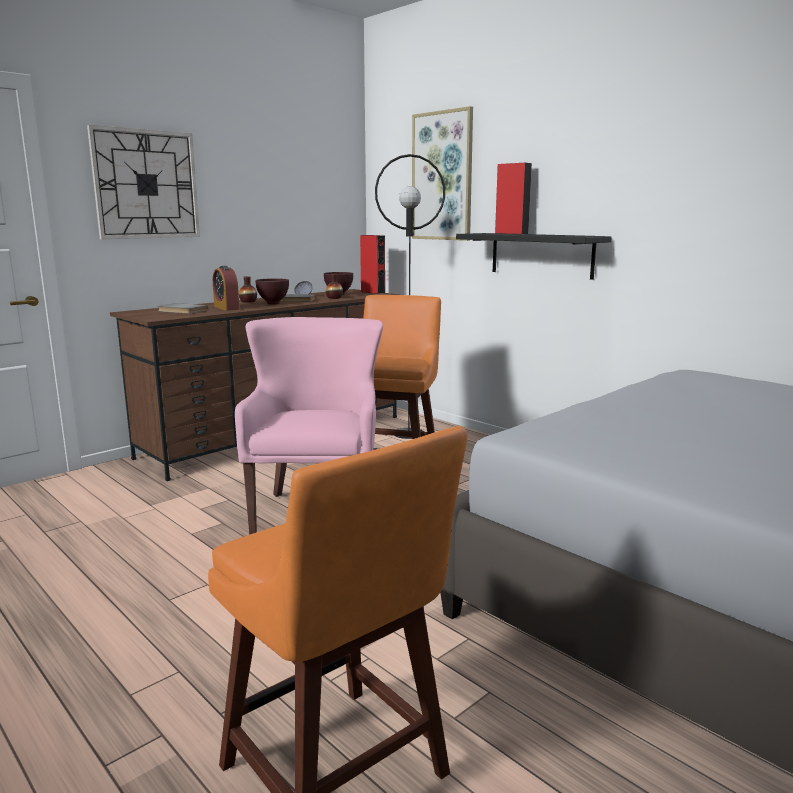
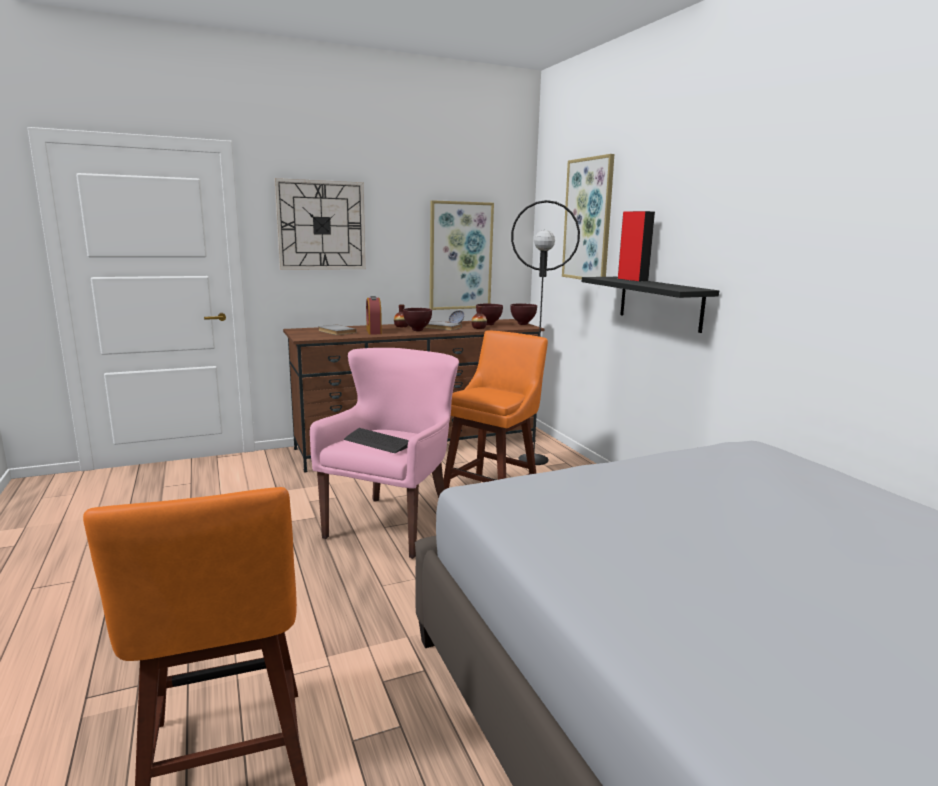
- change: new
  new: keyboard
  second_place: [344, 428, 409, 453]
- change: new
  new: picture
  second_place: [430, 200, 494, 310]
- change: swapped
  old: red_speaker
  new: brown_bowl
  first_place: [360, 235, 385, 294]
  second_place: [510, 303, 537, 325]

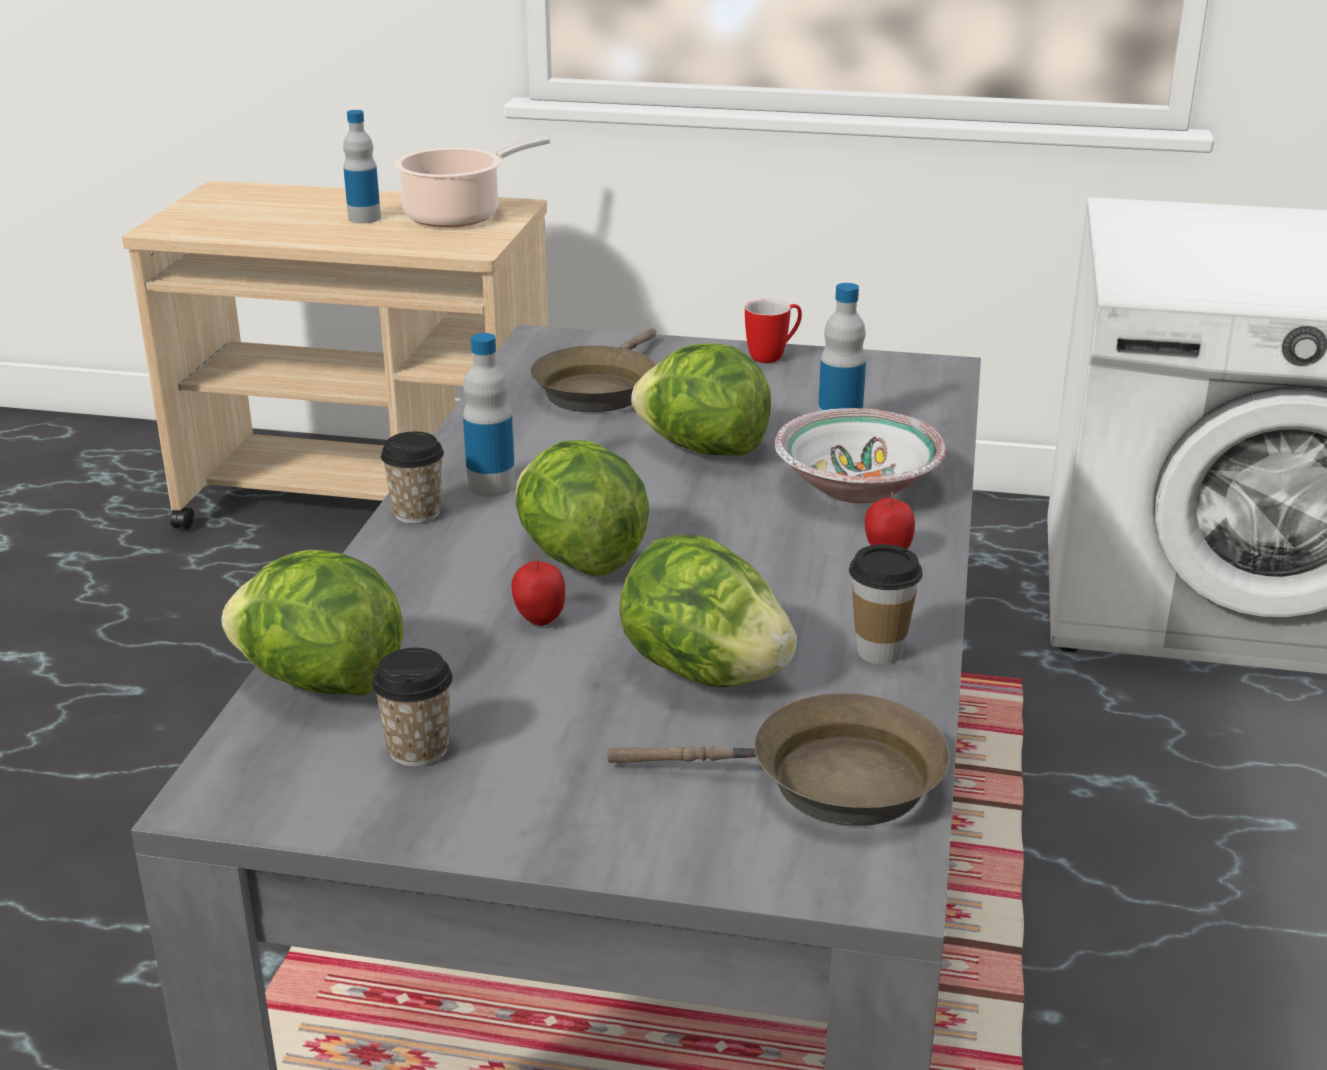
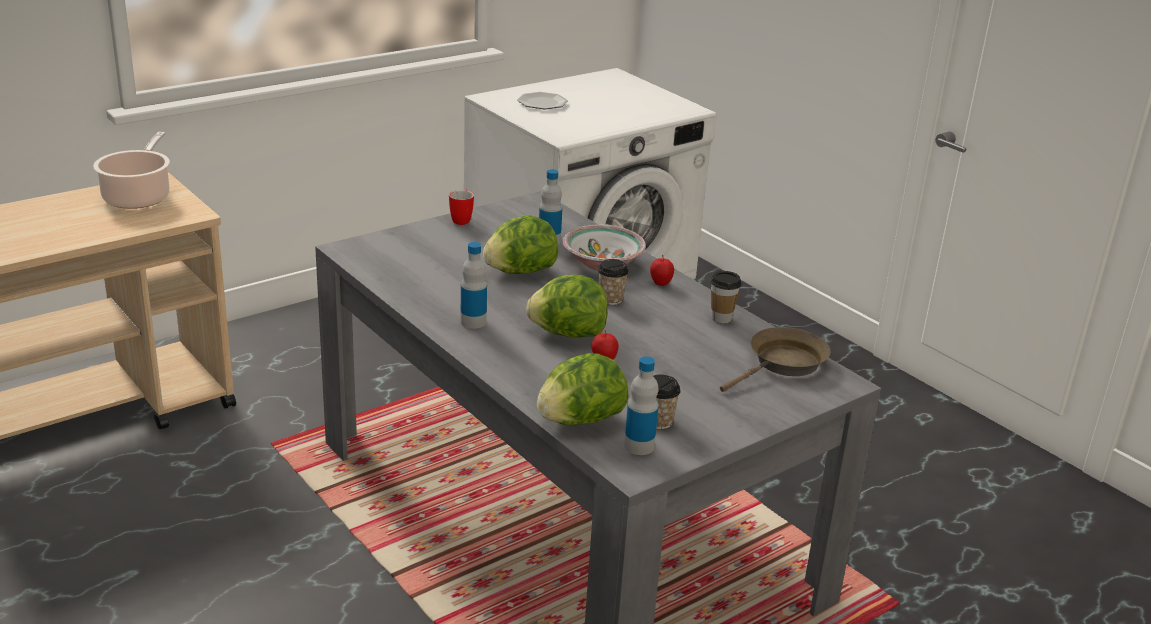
- change: gone
  old: brown_frying_pan
  first_place: [530, 328, 657, 412]
- change: gone
  old: lettuce
  first_place: [619, 535, 797, 687]
- change: new
  new: plate
  second_place: [517, 92, 568, 109]
- change: shifted
  old: bottle
  first_place: [343, 110, 381, 223]
  second_place: [624, 356, 659, 455]
- change: shifted
  old: cup
  first_place: [381, 432, 444, 524]
  second_place: [598, 259, 629, 305]

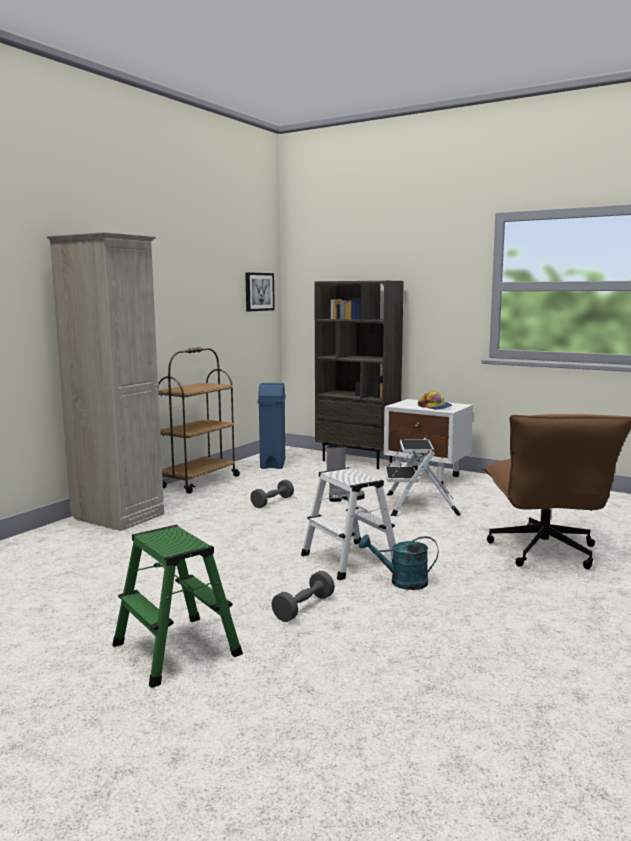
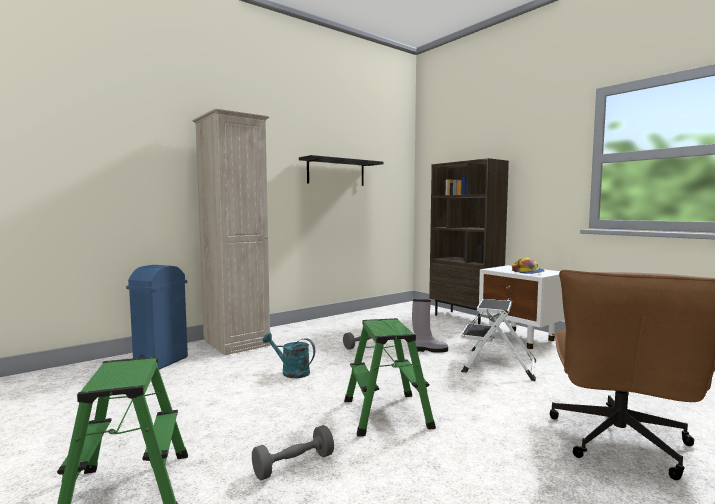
- change: gone
  old: brown_cart
  first_place: [158, 347, 240, 494]
- change: gone
  old: picture
  first_place: [245, 272, 275, 311]
- change: new
  new: black_shelf
  second_place: [299, 155, 384, 186]
- change: shifted
  old: blue_trash_can
  first_place: [257, 383, 286, 469]
  second_place: [126, 265, 188, 370]
- change: shifted
  old: turquoise_watering_can
  first_place: [359, 534, 438, 590]
  second_place: [263, 333, 315, 378]
- change: repainted
  old: white_step_ladder
  new: green_step_ladder
  first_place: [301, 467, 396, 580]
  second_place: [344, 318, 436, 437]

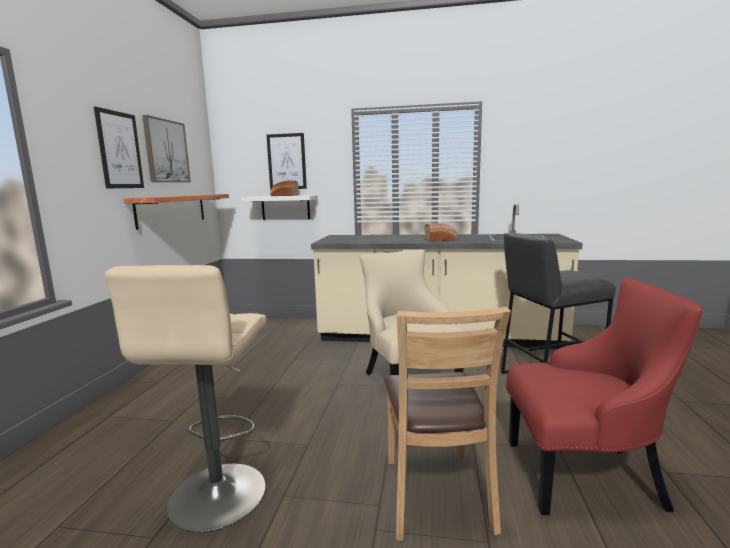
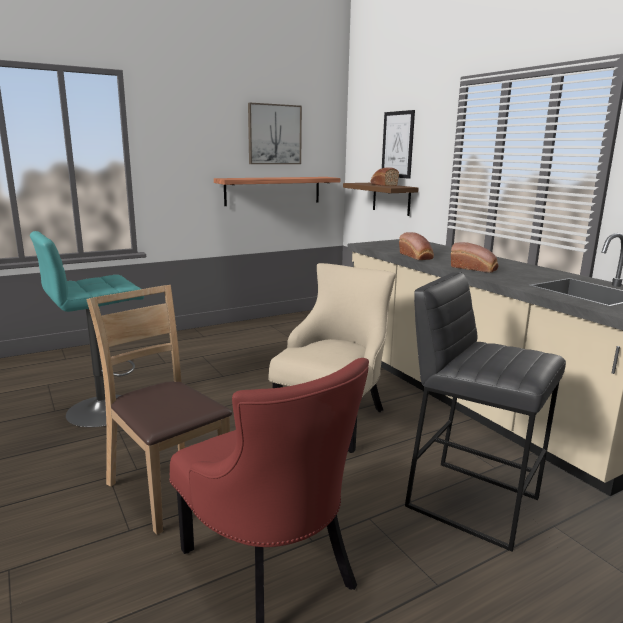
- change: gone
  old: picture
  first_place: [94, 107, 144, 188]
- change: new
  new: bread
  second_place: [399, 232, 434, 260]
- change: repainted
  old: beige_stool
  new: turquoise_stool
  first_place: [104, 265, 267, 532]
  second_place: [30, 231, 144, 427]
- change: repainted
  old: white_shelf
  new: brown_shelf
  first_place: [241, 195, 318, 220]
  second_place: [343, 183, 419, 216]
- change: rotated
  old: brown_chair
  first_place: [384, 307, 511, 541]
  second_place: [86, 285, 232, 535]
  degrees: 90

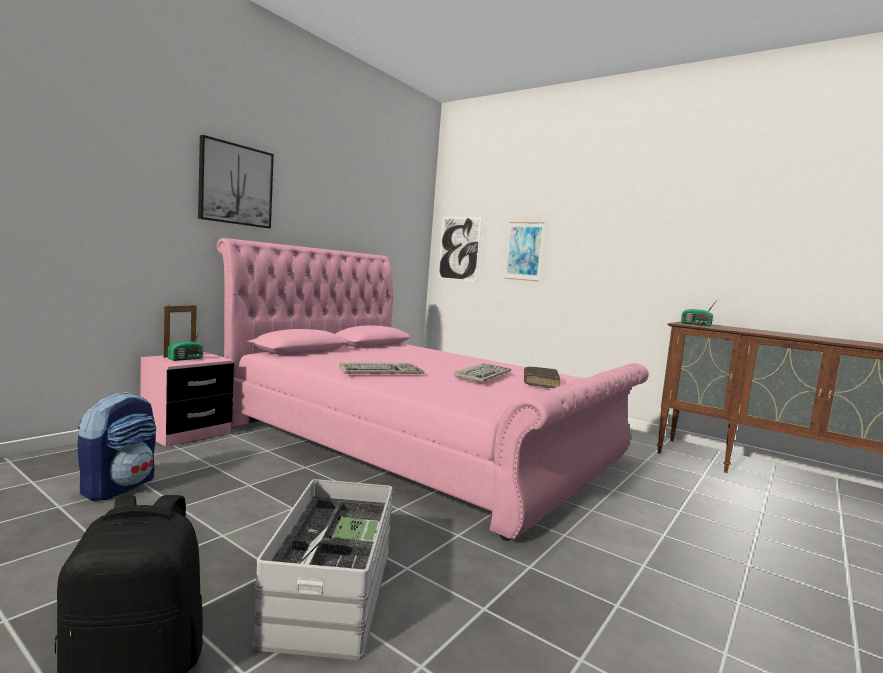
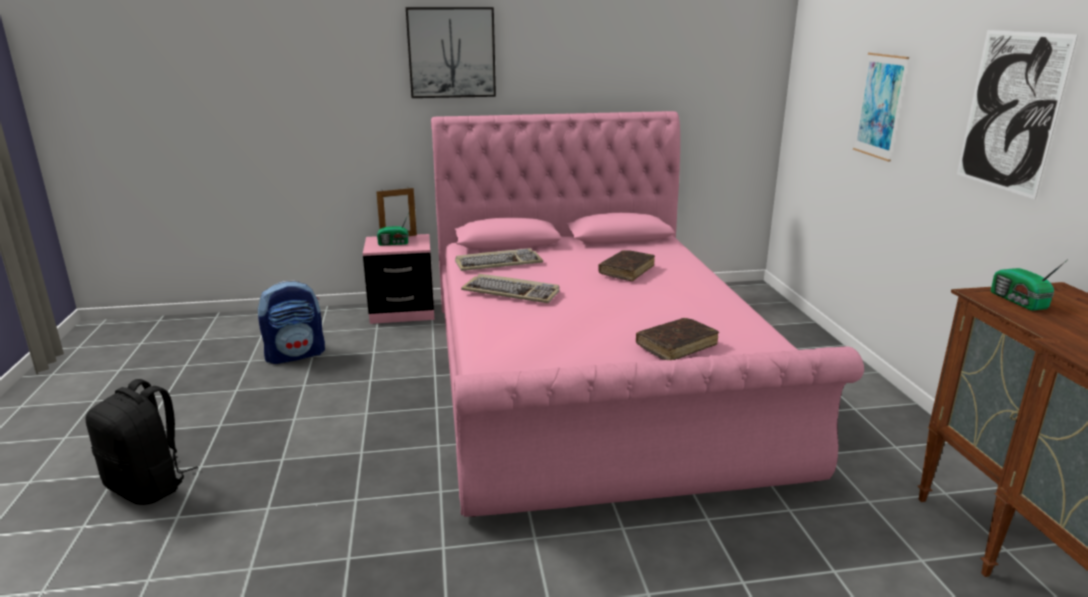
- change: gone
  old: grey_storage_box
  first_place: [252, 479, 394, 660]
- change: new
  new: brown_book
  second_place: [598, 250, 655, 281]
- change: shifted
  old: picture
  first_place: [438, 217, 482, 282]
  second_place: [957, 30, 1078, 200]
- change: shifted
  old: keyboard
  first_place: [454, 363, 511, 382]
  second_place: [455, 248, 543, 271]

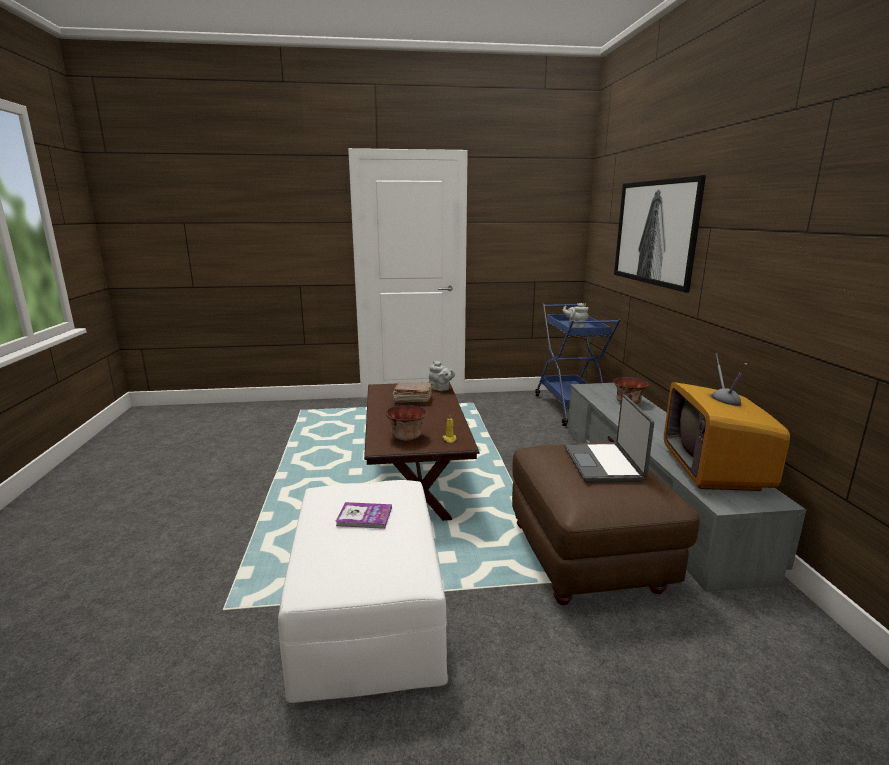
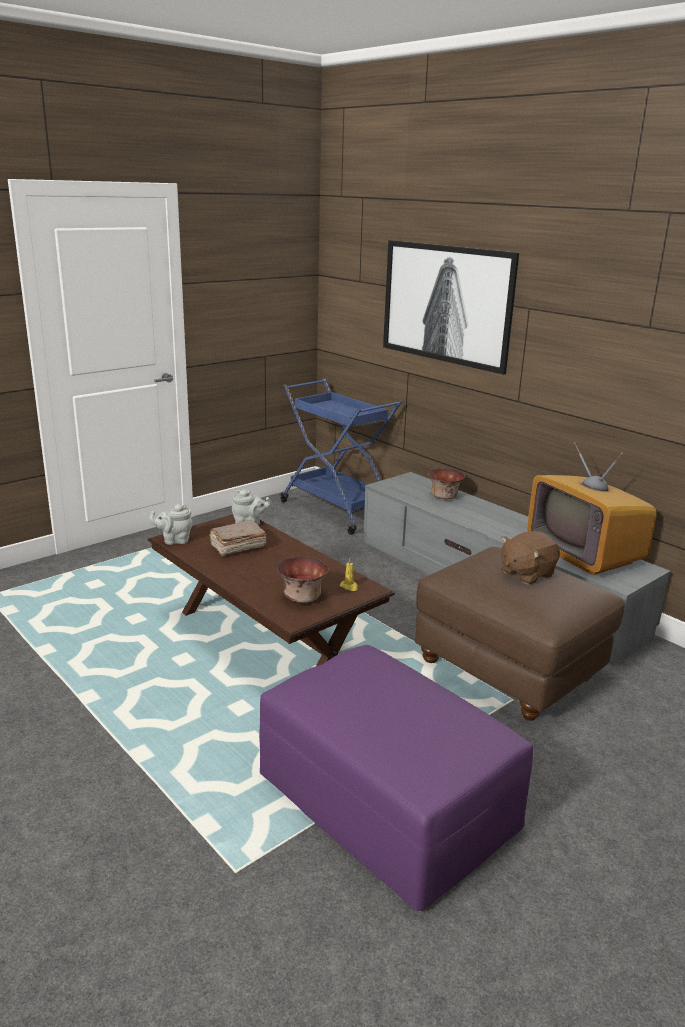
- change: gone
  old: book
  first_place: [335, 502, 392, 529]
- change: shifted
  old: grey_teapot
  first_place: [563, 303, 589, 328]
  second_place: [149, 504, 193, 545]
- change: swapped
  old: laptop
  new: brown_plush_toy
  first_place: [564, 394, 654, 483]
  second_place: [501, 531, 560, 585]
- change: repainted
  old: white_ottoman
  new: purple_ottoman
  first_place: [278, 480, 448, 703]
  second_place: [259, 645, 533, 911]

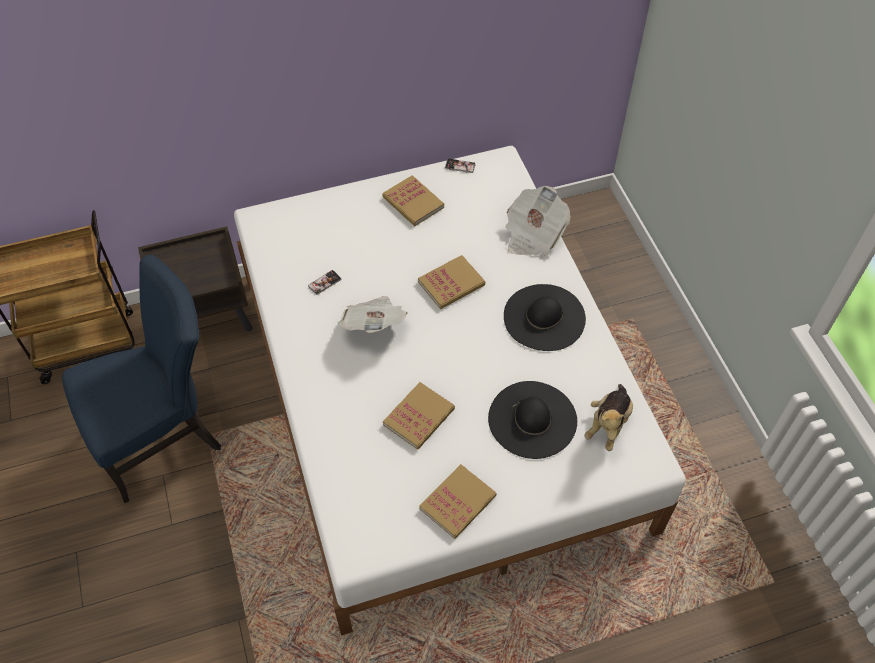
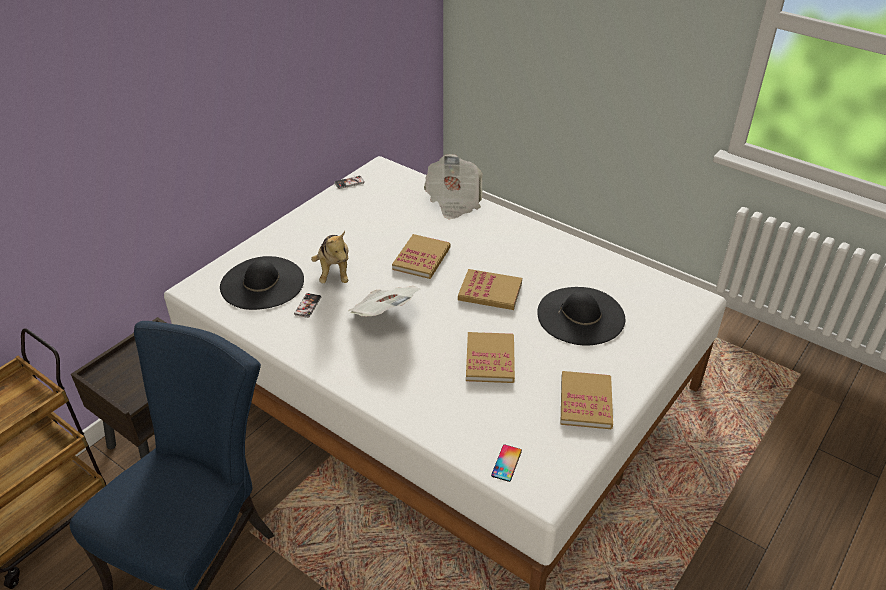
- change: new
  new: phone
  second_place: [491, 444, 522, 482]
- change: shifted
  old: book
  first_place: [383, 175, 444, 226]
  second_place: [458, 269, 522, 310]
- change: shifted
  old: black_hat
  first_place: [504, 284, 586, 351]
  second_place: [220, 256, 304, 310]
- change: shifted
  old: plush_toy
  first_place: [584, 384, 633, 451]
  second_place: [311, 231, 348, 283]

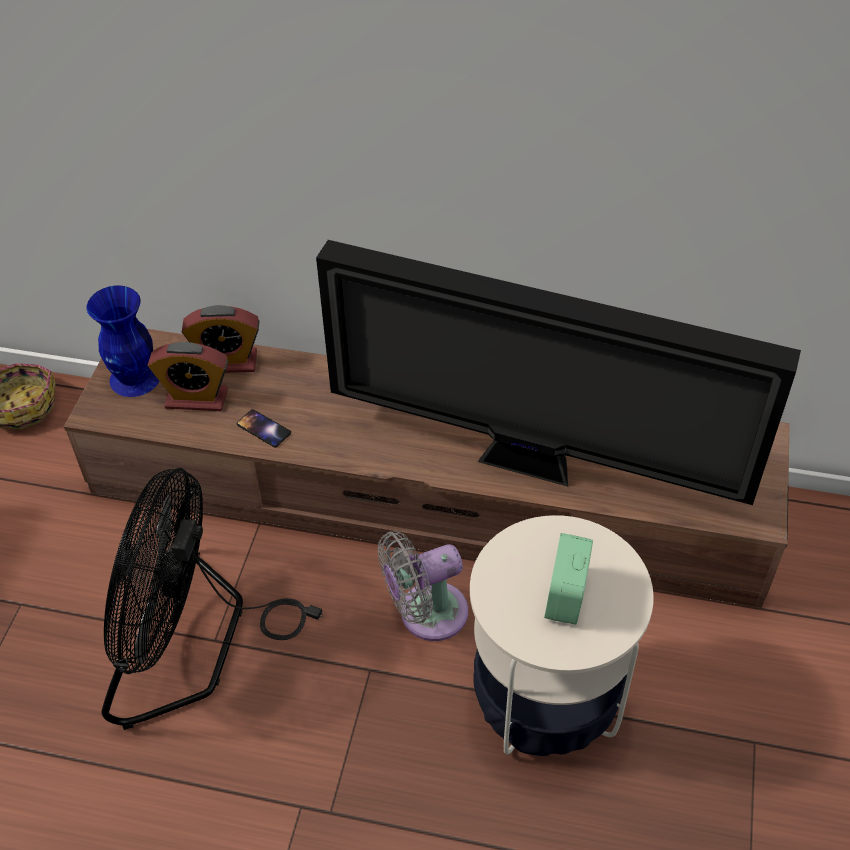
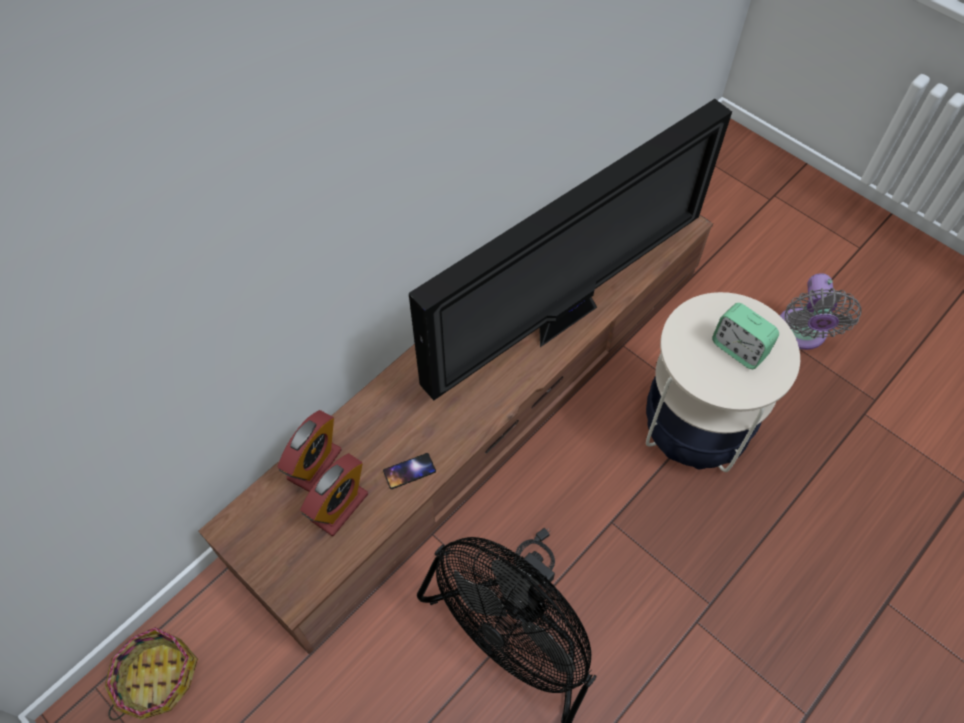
- change: gone
  old: blue_vase
  first_place: [87, 286, 159, 397]
- change: shifted
  old: grey_fan
  first_place: [378, 531, 468, 641]
  second_place: [780, 273, 862, 350]

